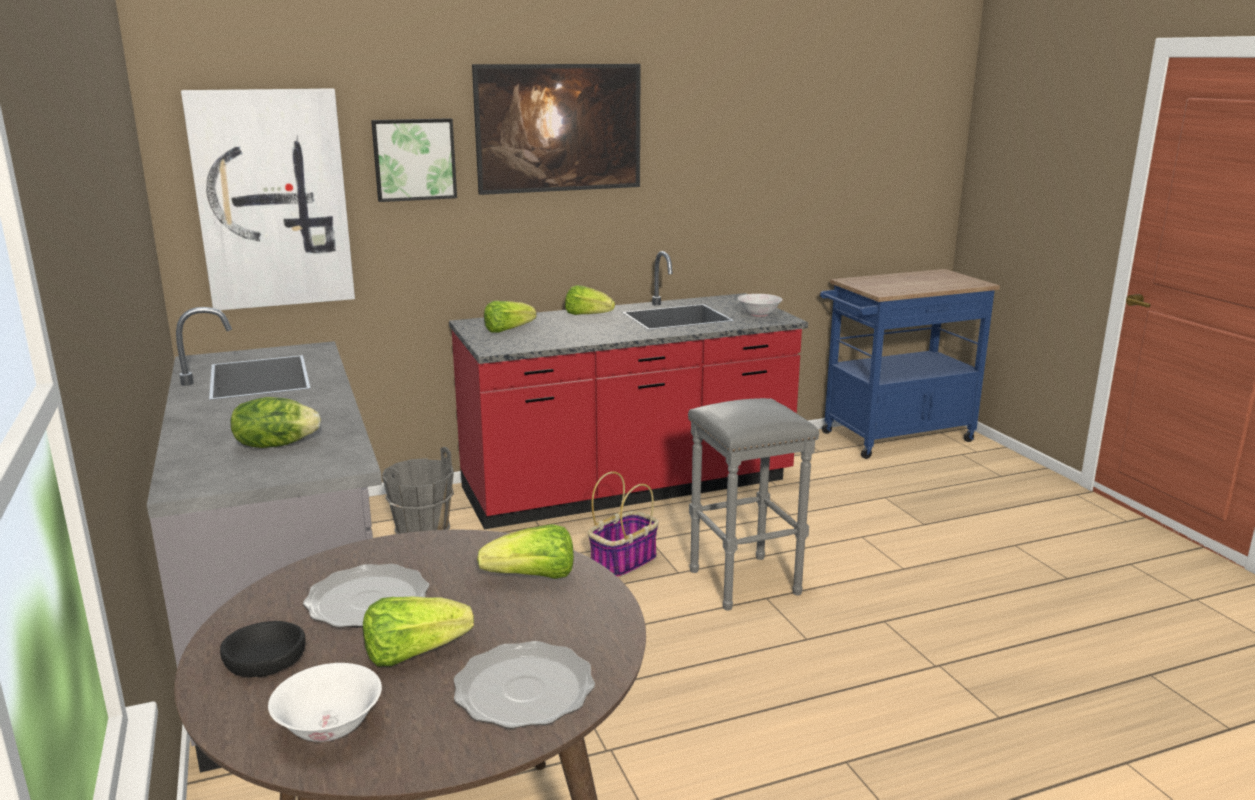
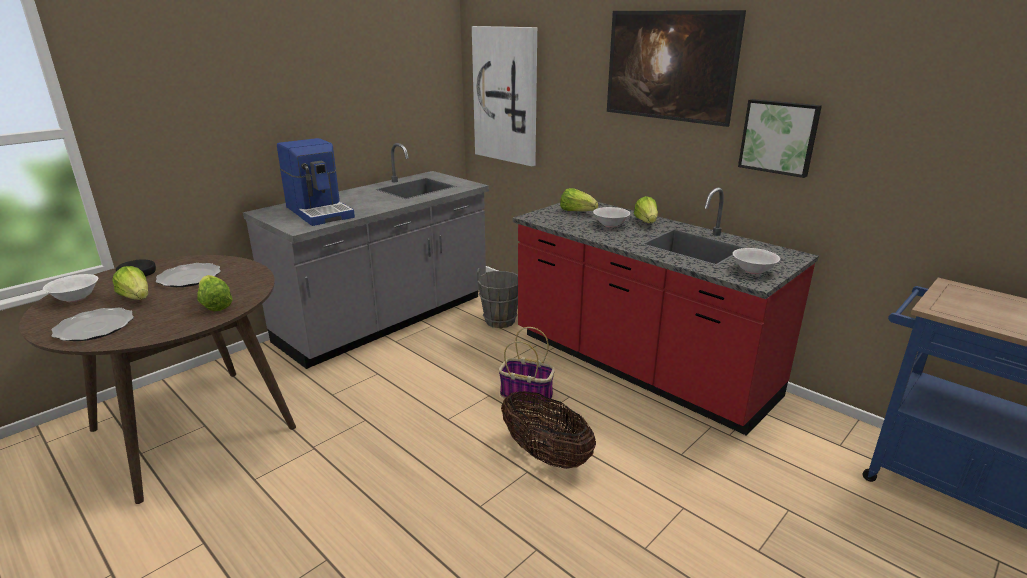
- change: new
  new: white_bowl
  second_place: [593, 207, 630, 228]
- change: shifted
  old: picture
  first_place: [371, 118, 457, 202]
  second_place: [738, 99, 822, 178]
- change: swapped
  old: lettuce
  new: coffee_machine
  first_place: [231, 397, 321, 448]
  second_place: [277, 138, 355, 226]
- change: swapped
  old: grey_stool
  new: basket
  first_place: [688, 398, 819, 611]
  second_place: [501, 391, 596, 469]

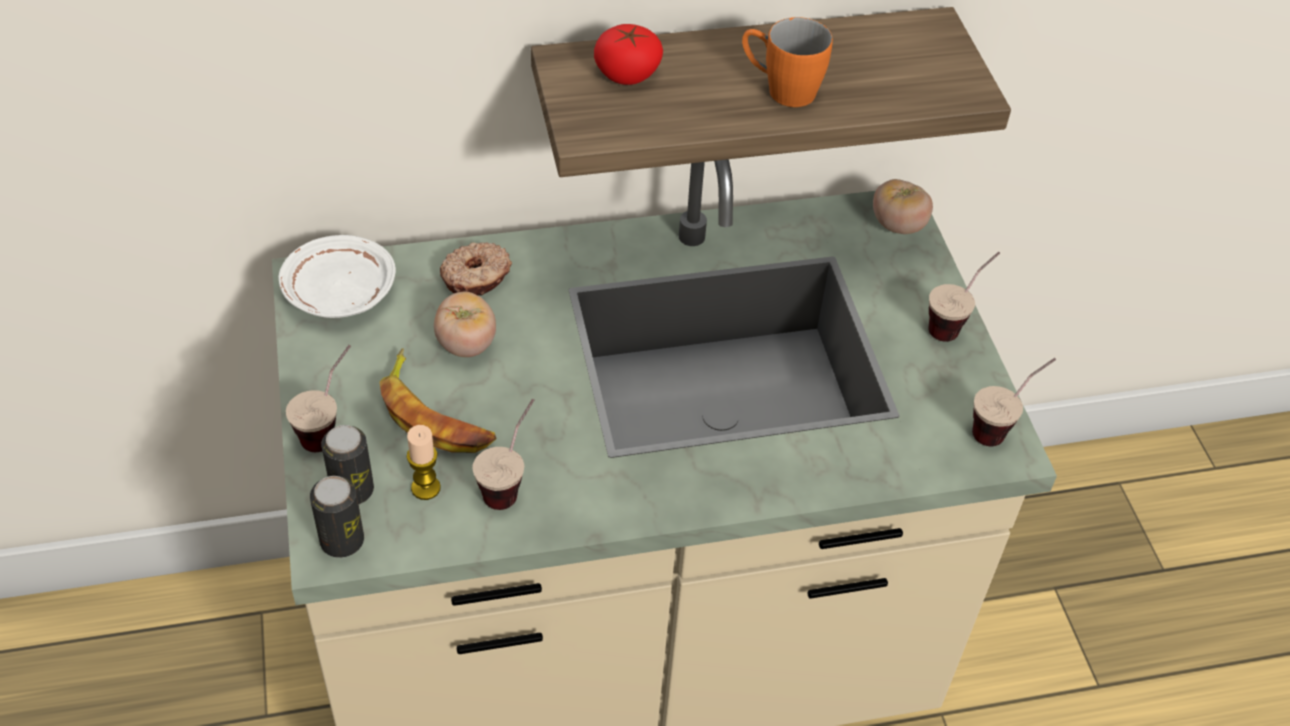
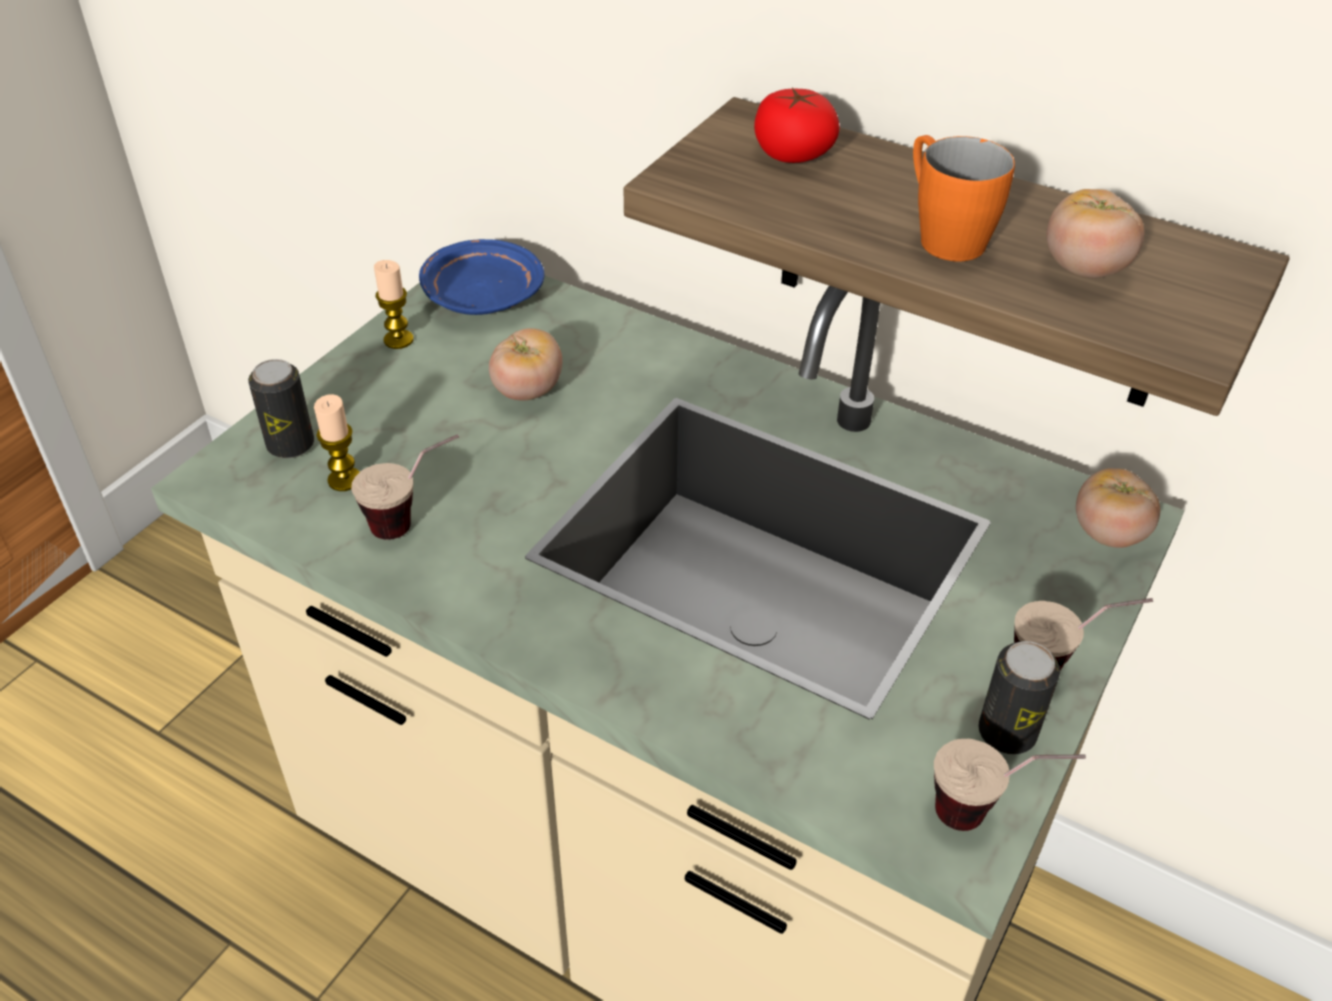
- change: gone
  old: cup
  first_place: [286, 345, 351, 452]
- change: gone
  old: banana
  first_place: [379, 348, 496, 453]
- change: gone
  old: donut
  first_place: [440, 242, 512, 296]
- change: new
  new: candle
  second_place: [374, 260, 414, 349]
- change: new
  new: tomato
  second_place: [1046, 189, 1145, 278]
- change: shifted
  old: can
  first_place: [310, 476, 364, 558]
  second_place: [978, 641, 1060, 754]
- change: repainted
  old: white_plate
  new: blue_plate
  first_place: [279, 235, 396, 318]
  second_place: [419, 239, 544, 315]

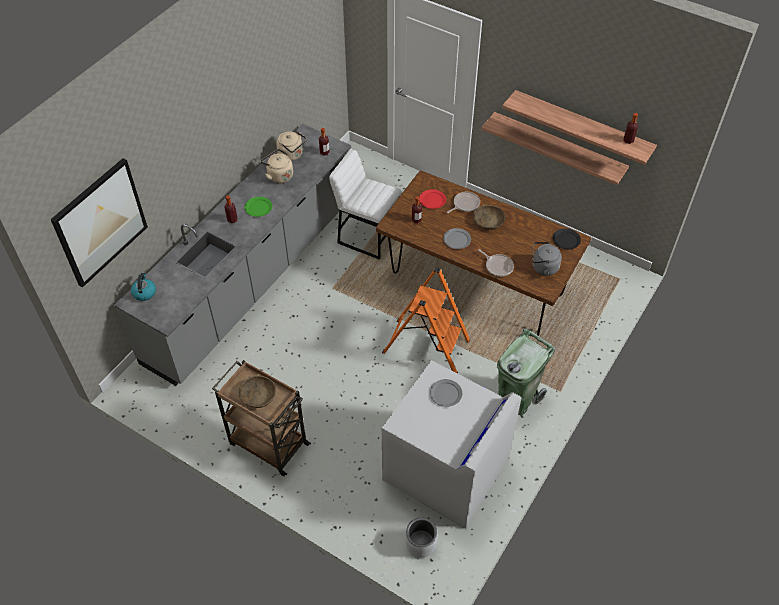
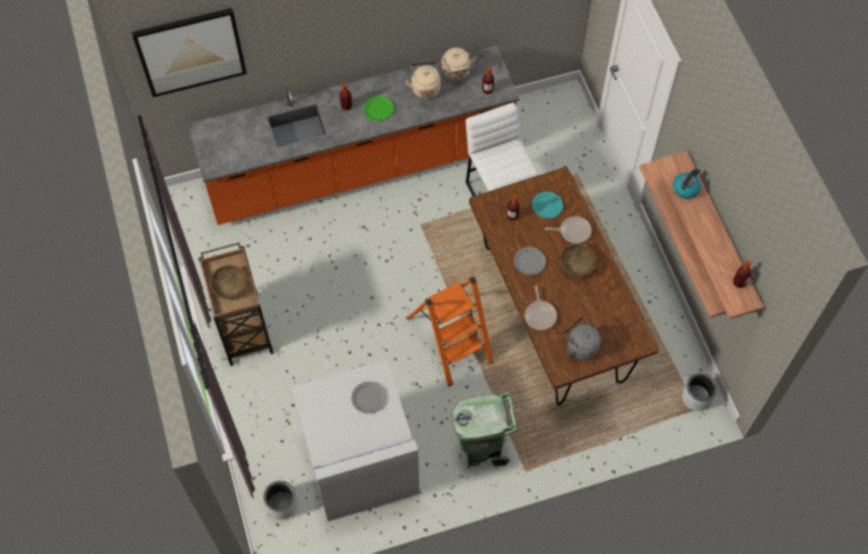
- change: gone
  old: black_plate
  first_place: [553, 228, 581, 249]
- change: new
  new: grey_planter
  second_place: [682, 373, 717, 411]
- change: shifted
  old: kettle
  first_place: [131, 272, 156, 301]
  second_place: [673, 168, 701, 199]
- change: repainted
  old: grey_counter
  new: orange_counter
  first_place: [114, 124, 351, 386]
  second_place: [188, 46, 520, 225]
- change: repainted
  old: red_plate
  new: turquoise_plate
  first_place: [419, 189, 446, 209]
  second_place: [532, 192, 563, 219]

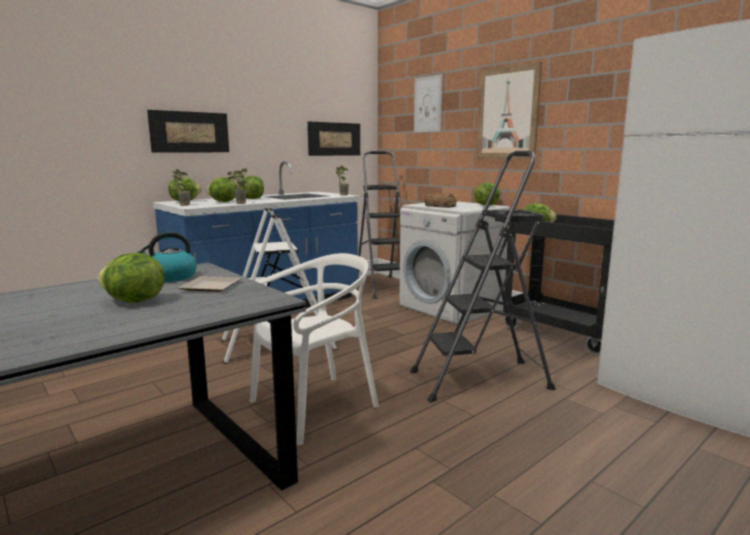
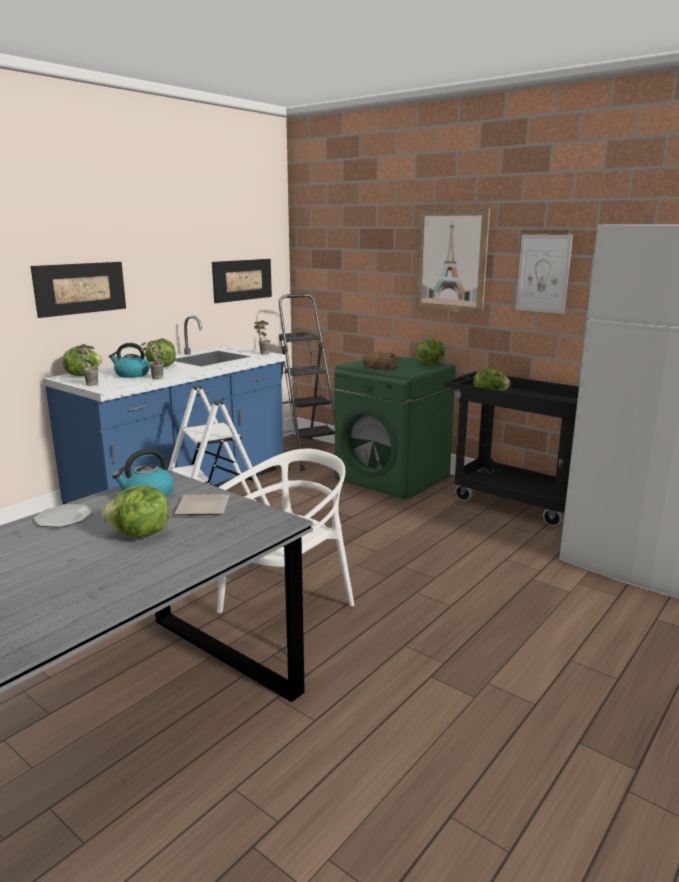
- change: gone
  old: step_ladder
  first_place: [410, 151, 556, 402]
- change: new
  new: plate
  second_place: [34, 504, 93, 528]
- change: shifted
  old: picture
  first_place: [414, 74, 442, 132]
  second_place: [516, 234, 573, 314]
- change: swapped
  old: lettuce
  new: kettle
  first_place: [206, 177, 238, 202]
  second_place: [109, 343, 149, 378]
- change: repainted
  old: white_washing_machine
  new: green_washing_machine
  first_place: [399, 201, 510, 324]
  second_place: [335, 356, 456, 499]

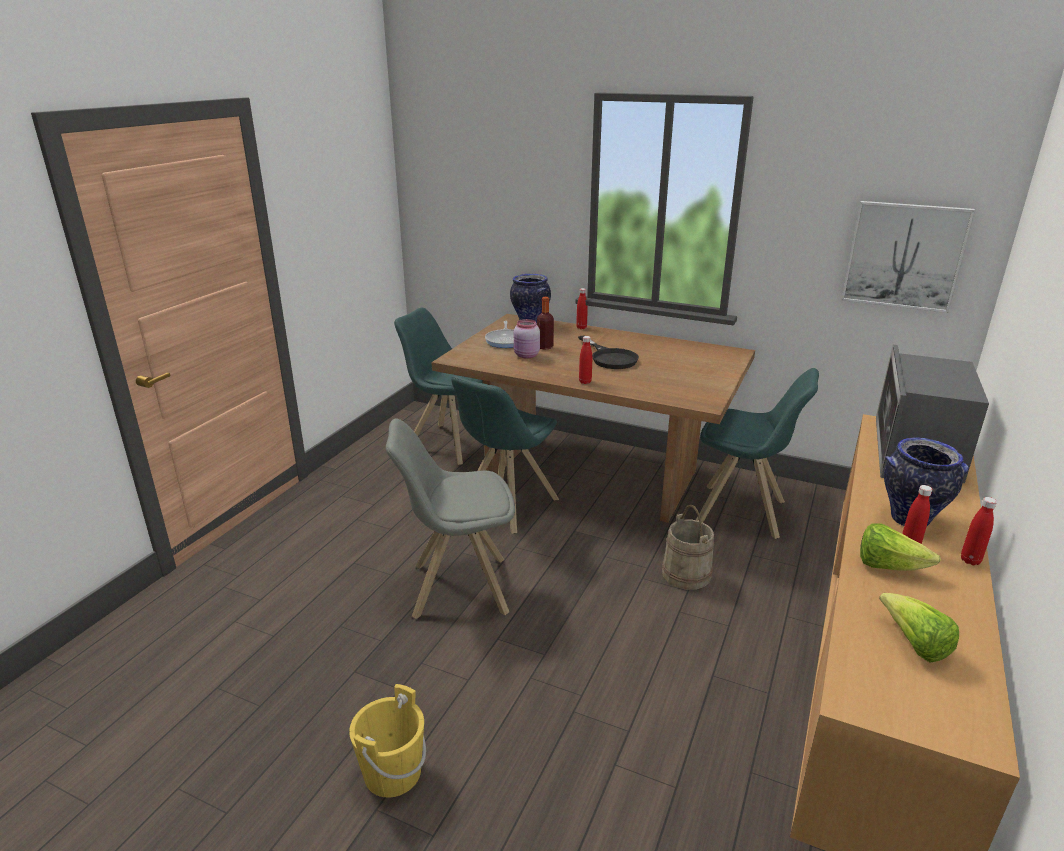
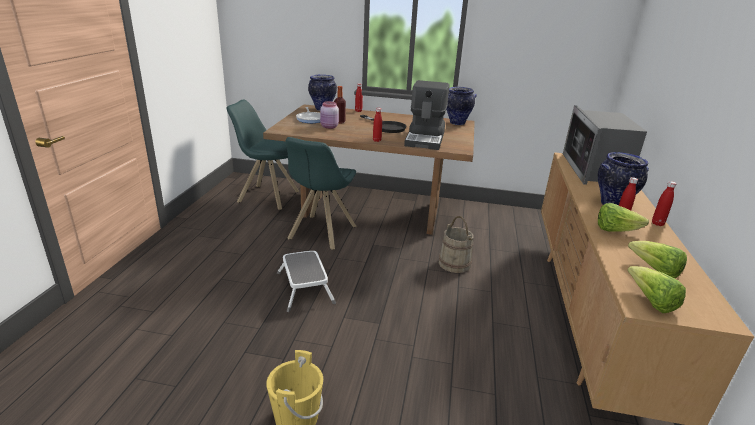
- change: gone
  old: turquoise_chair
  first_place: [696, 368, 819, 539]
- change: gone
  old: picture
  first_place: [842, 201, 975, 313]
- change: new
  new: coffee_machine
  second_place: [404, 80, 450, 150]
- change: new
  new: vase
  second_place: [446, 87, 477, 125]
- change: new
  new: lettuce
  second_place: [627, 266, 686, 313]
- change: swapped
  old: grey_chair
  new: grey_step_ladder
  first_place: [386, 418, 515, 619]
  second_place: [277, 251, 336, 312]

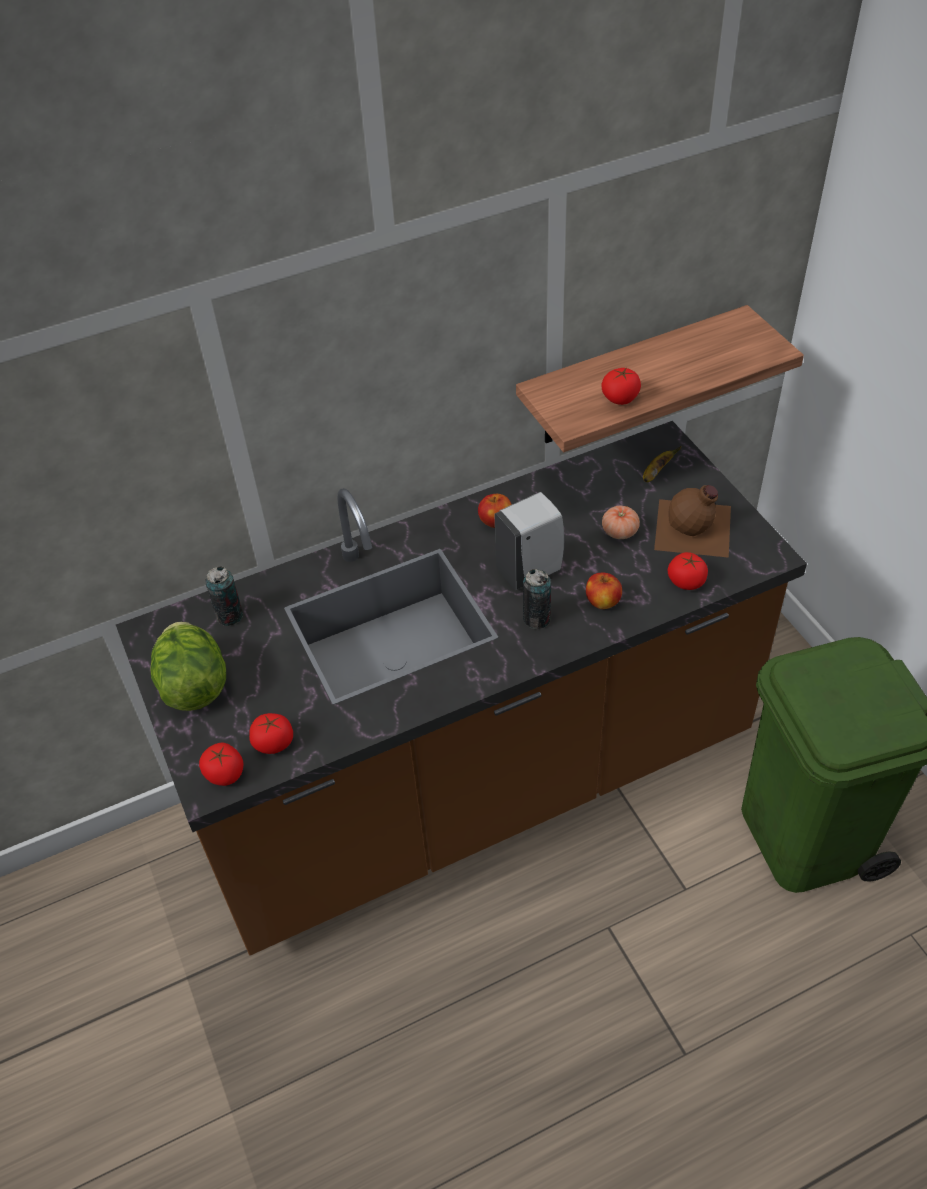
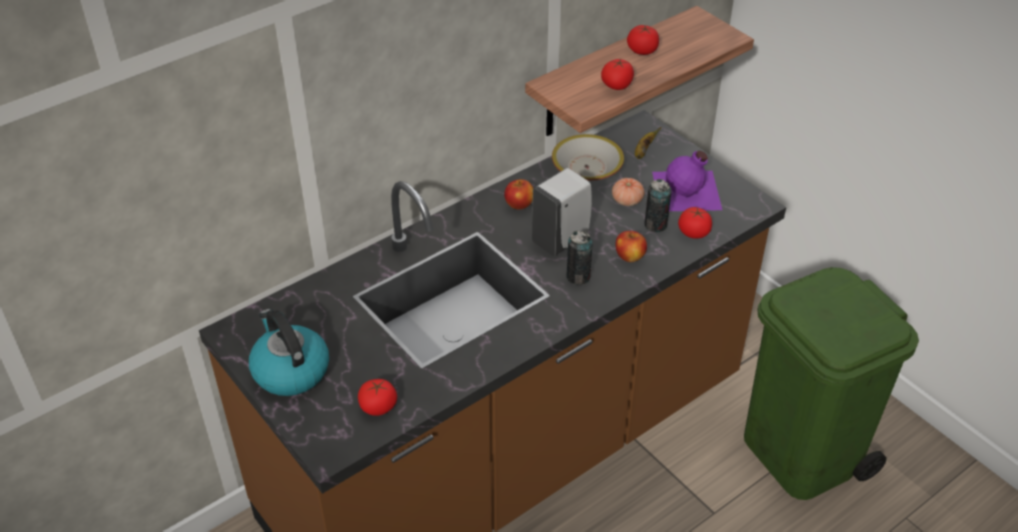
- change: new
  new: bowl
  second_place: [552, 134, 624, 181]
- change: shifted
  old: tomato
  first_place: [199, 743, 243, 786]
  second_place: [627, 25, 659, 55]
- change: shifted
  old: can
  first_place: [205, 566, 243, 626]
  second_place: [644, 179, 672, 232]
- change: swapped
  old: lettuce
  new: kettle
  first_place: [150, 622, 226, 711]
  second_place: [249, 309, 329, 396]
- change: repainted
  old: brown_bottle
  new: purple_bottle
  first_place: [654, 485, 731, 558]
  second_place: [652, 151, 722, 211]

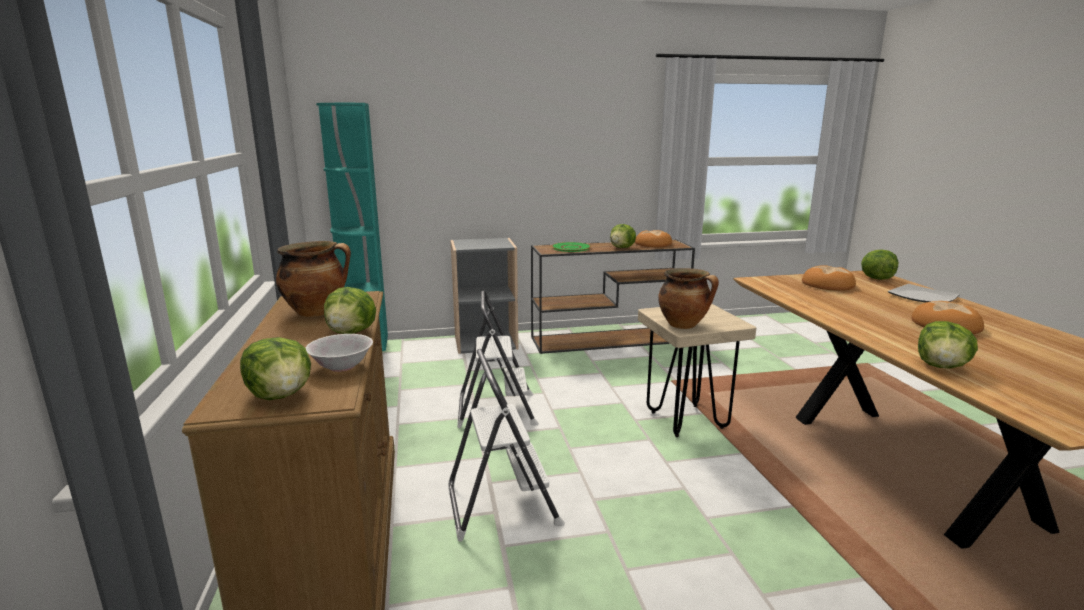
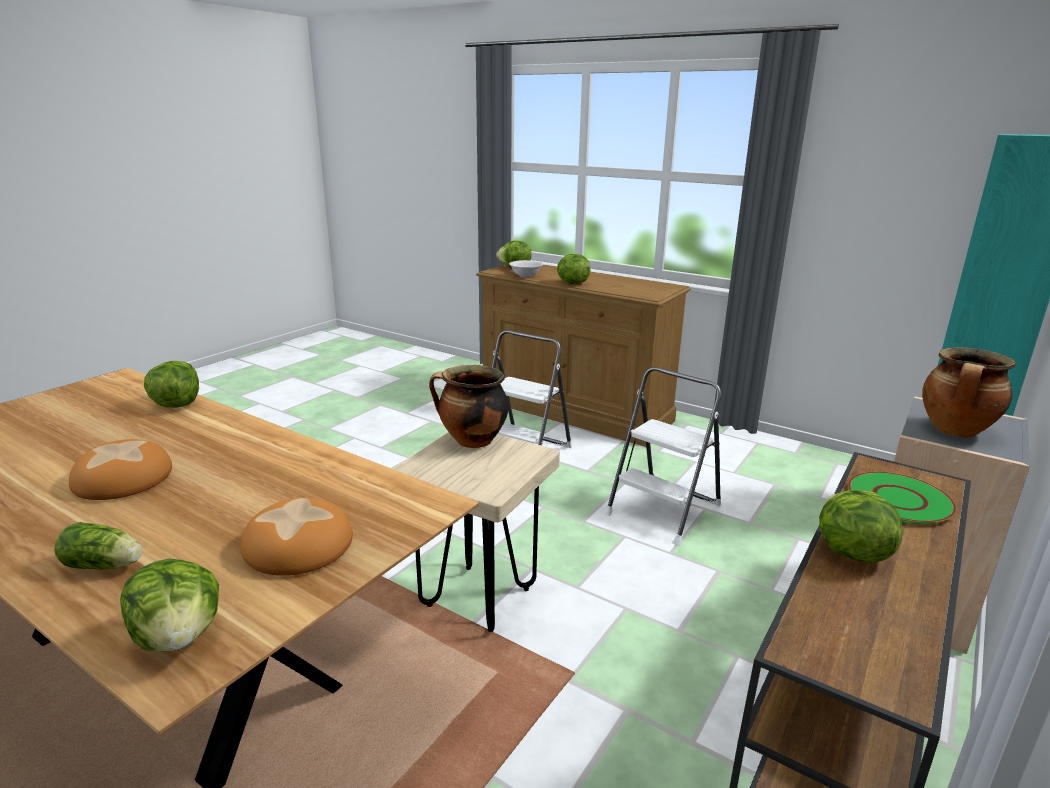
- change: gone
  old: bread
  first_place: [635, 230, 672, 247]
- change: shifted
  old: cooking_pot
  first_place: [276, 241, 351, 317]
  second_place: [922, 347, 1016, 438]
- change: swapped
  old: plate
  new: lettuce
  first_place: [888, 284, 960, 302]
  second_place: [54, 522, 142, 569]

